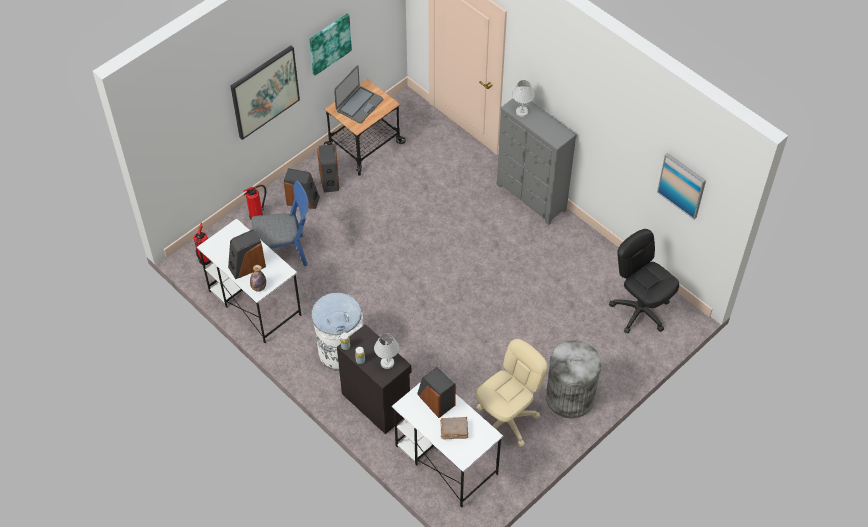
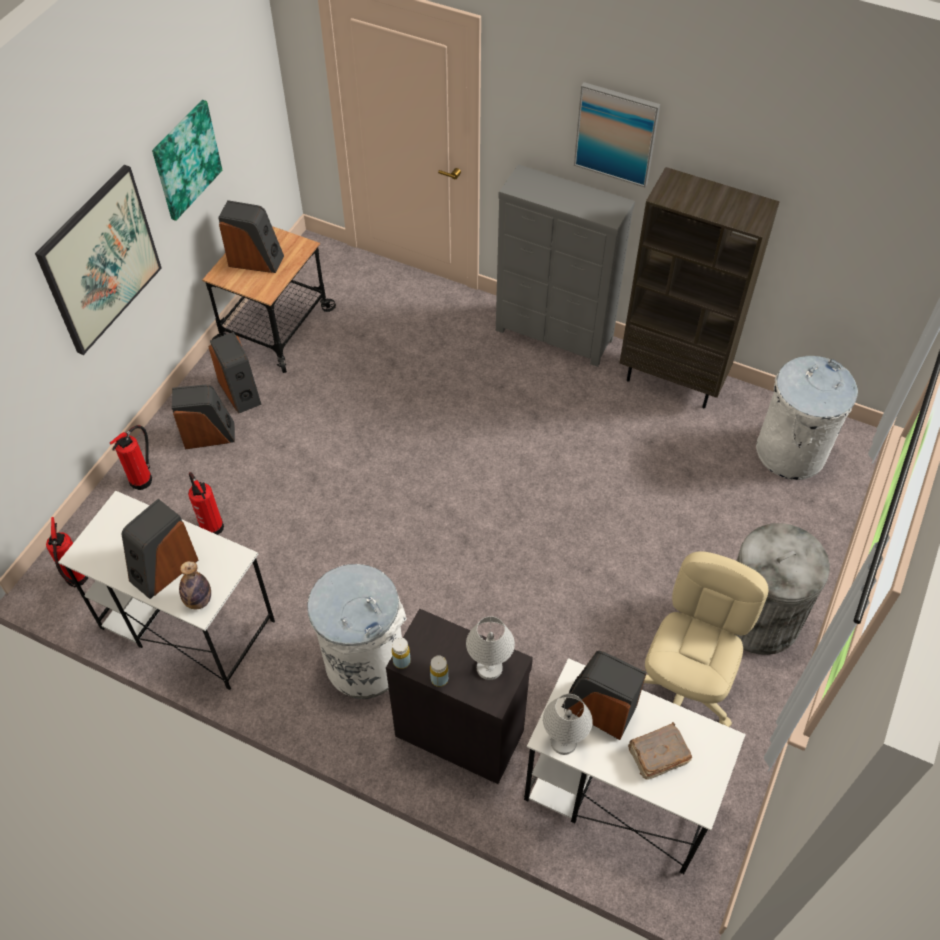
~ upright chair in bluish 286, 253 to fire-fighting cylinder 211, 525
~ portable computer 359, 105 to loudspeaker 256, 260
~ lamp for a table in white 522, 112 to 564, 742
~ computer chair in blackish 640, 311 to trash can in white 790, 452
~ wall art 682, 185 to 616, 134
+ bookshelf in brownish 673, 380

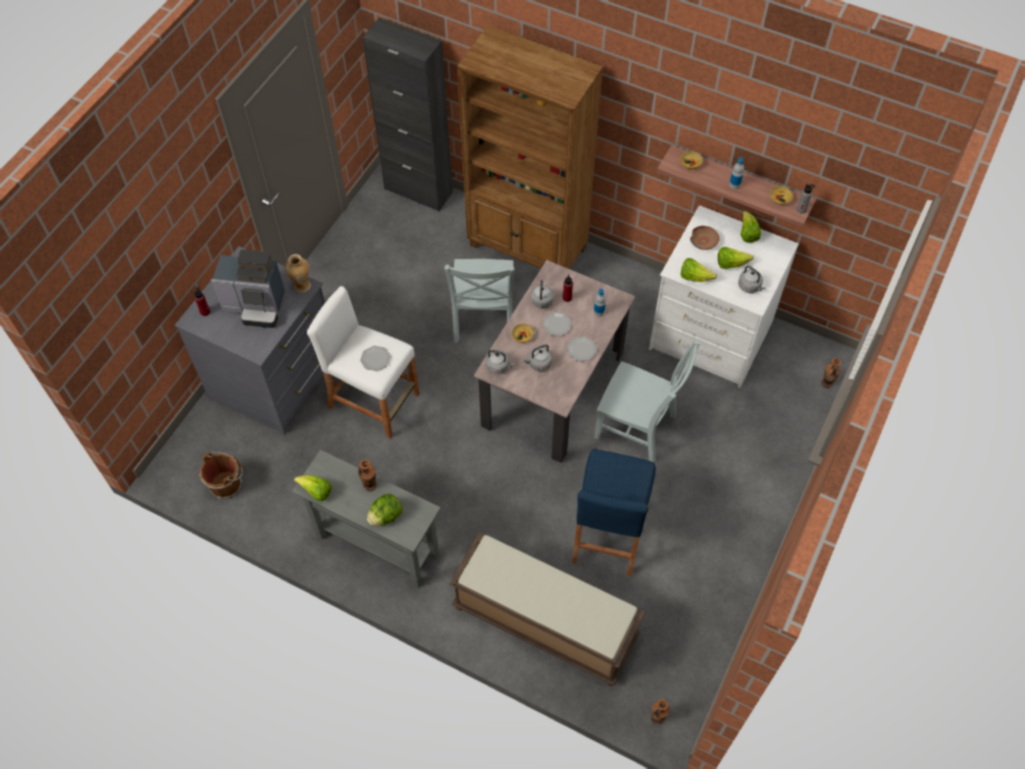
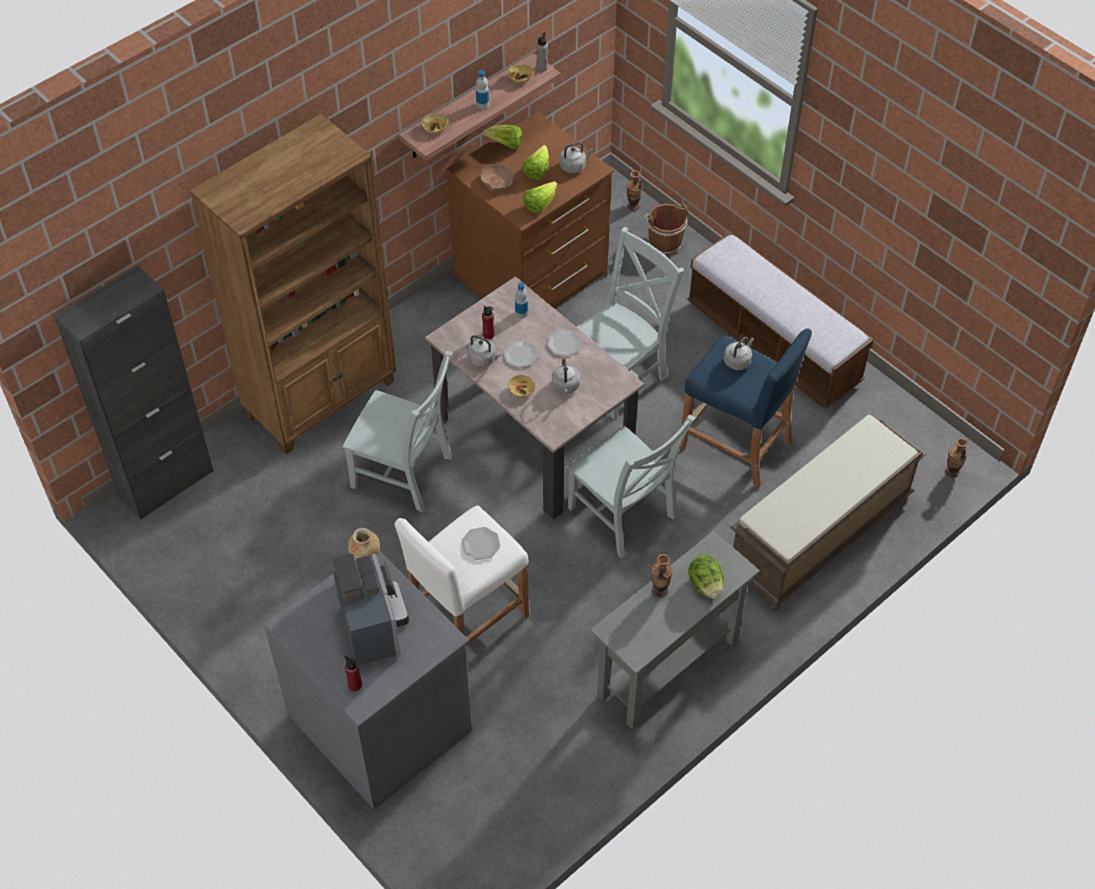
~ water bucket in brownish 227, 484 to 664, 242
~ coffee brewer 256, 306 = 374, 625 45 degrees counterclockwise
- head of lettuce 316, 492
~ tea kettle in greyish 499, 367 to 738, 361
~ chest of drawers in white 710, 337 to chest of drawers in brownish 532, 277
+ upright chair in greyish 624, 516
+ indoor bench 773, 344

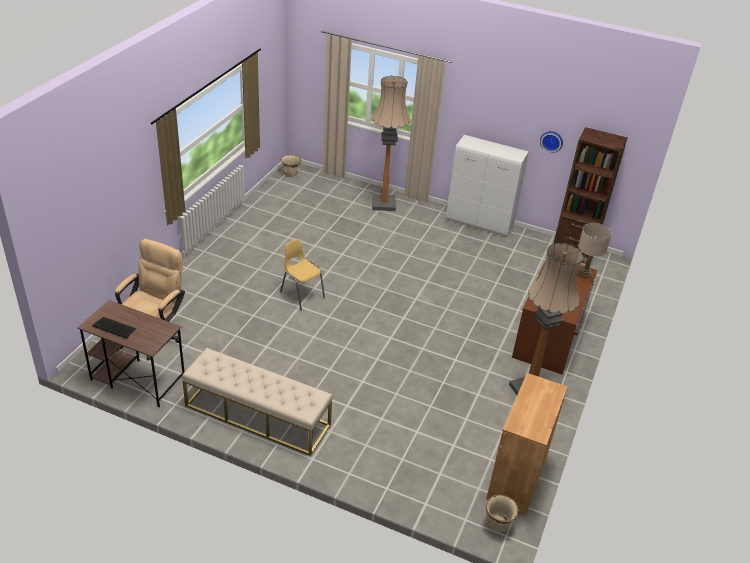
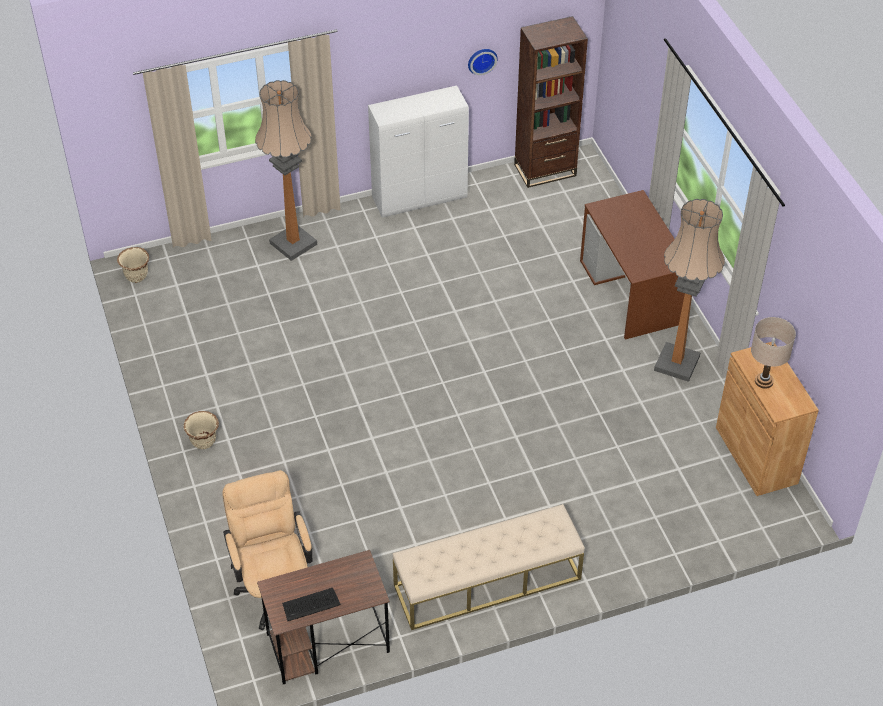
- upright chair in yellow-coloured 301, 295
~ planter in beige-coloured 498, 524 to 204, 441
~ lamp for a table in beige-coloured 585, 274 to 764, 381

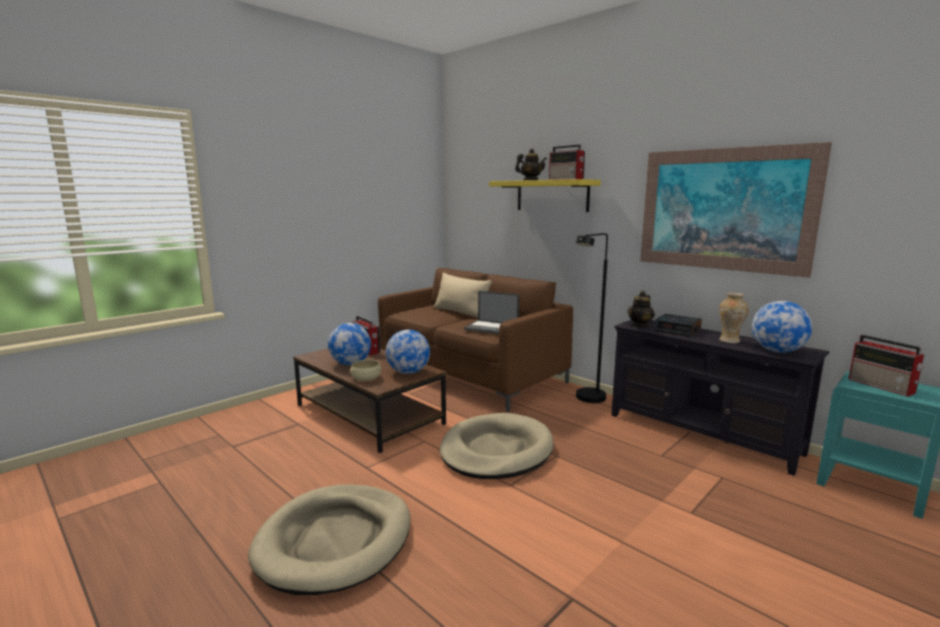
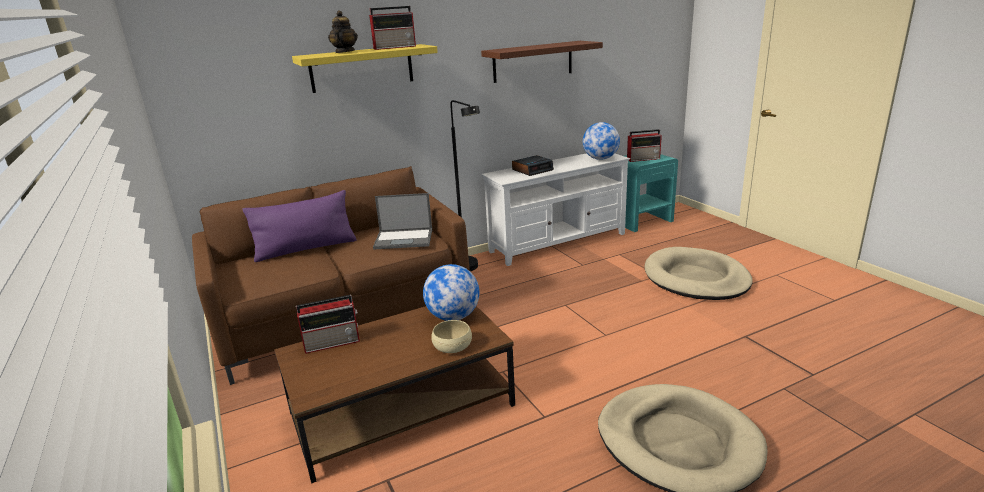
- globe 351, 364
~ cushion in beige-coloured 460, 312 to cushion in purple 306, 249
~ pet bed in beige-coloured 496, 451 to 696, 278
~ portable computer 492, 328 = 404, 239 45 degrees clockwise
~ tv unit in blackish 701, 434 to tv unit in white 557, 243
- pot for tea 640, 325
~ wall art 723, 209 to wall shelf in brownish 533, 61
- decorative vase 729, 341

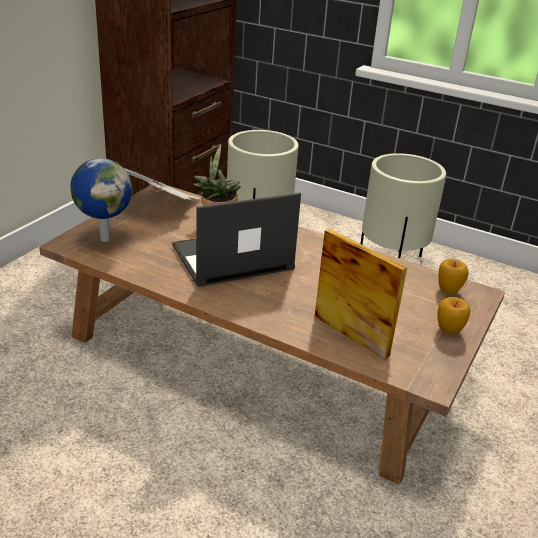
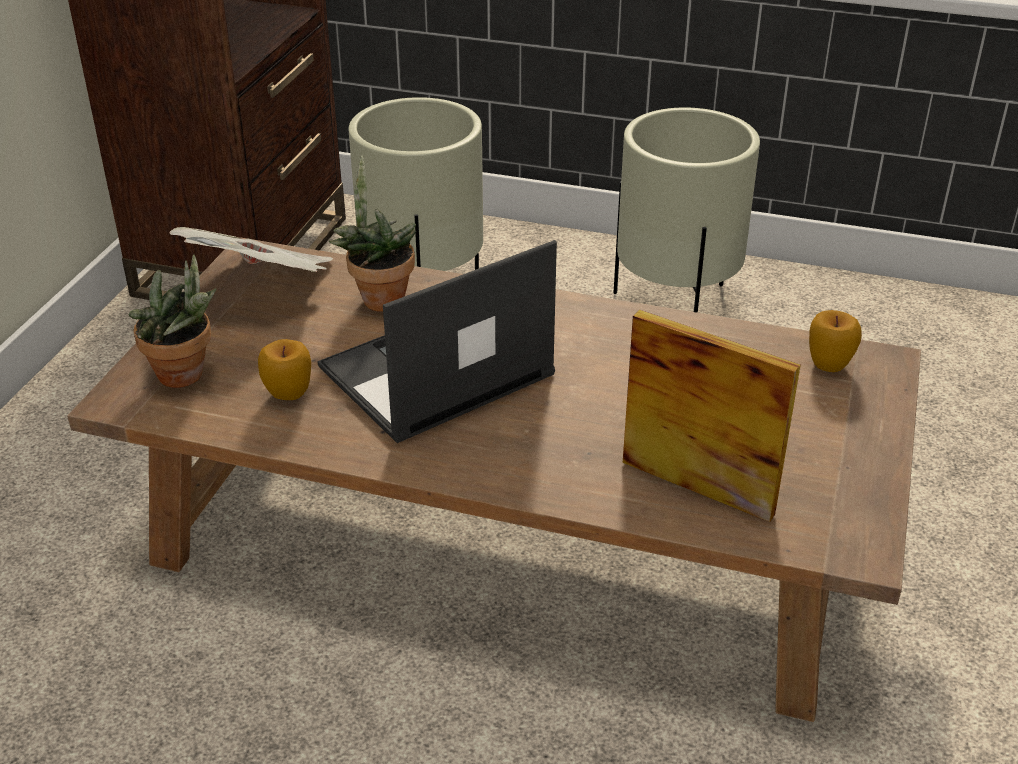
~ globe 105, 238 to plant in a pot 187, 376
~ apple 449, 330 to 288, 395

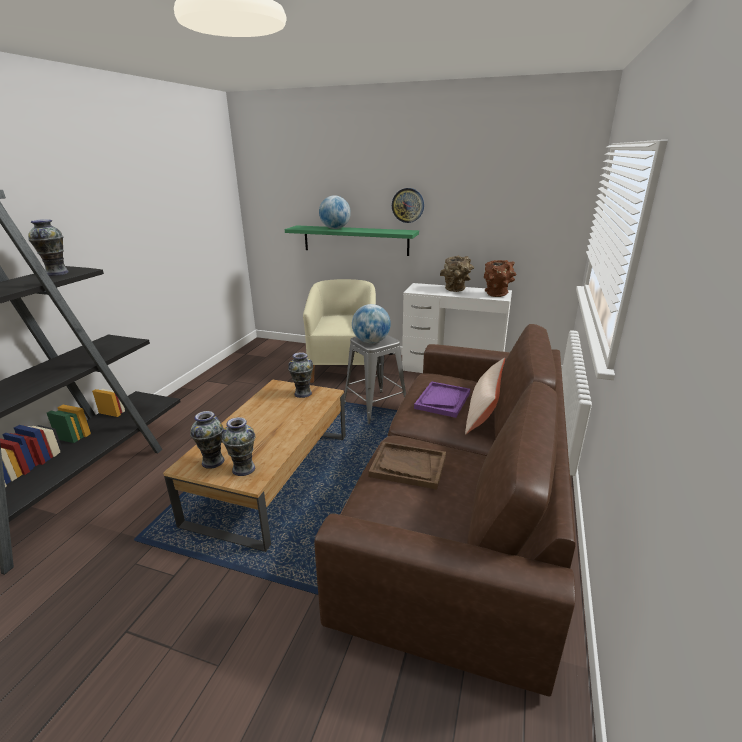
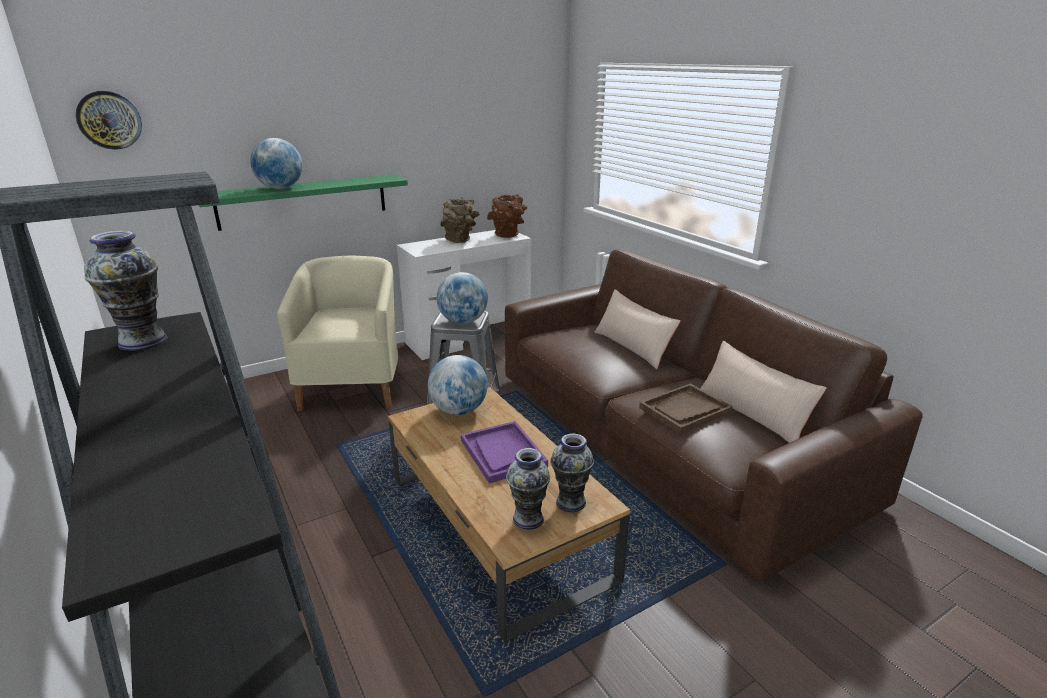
~ decorative vase 303, 393 to globe 459, 410
~ armchair in beige-coloured 344, 369 = 354, 386 45 degrees clockwise
~ hanging clock 408, 205 to 109, 120
~ carrying tray in purple 442, 400 to 502, 453
+ cushion in beige-coloured 752, 414

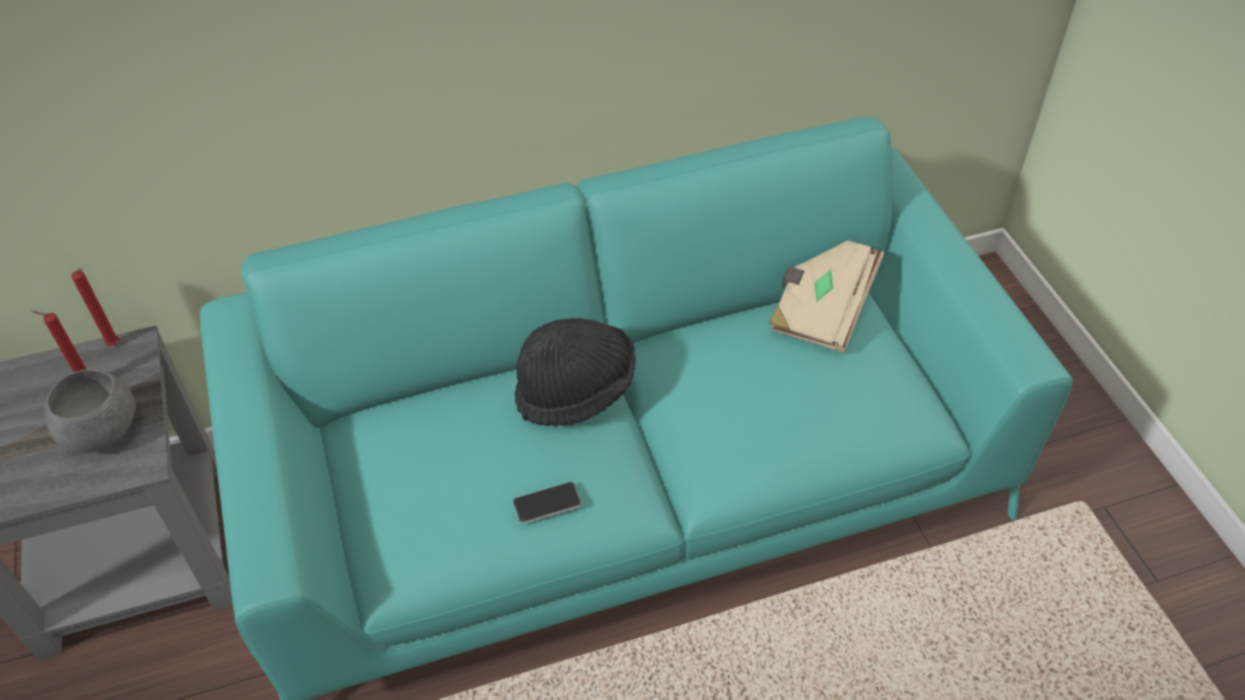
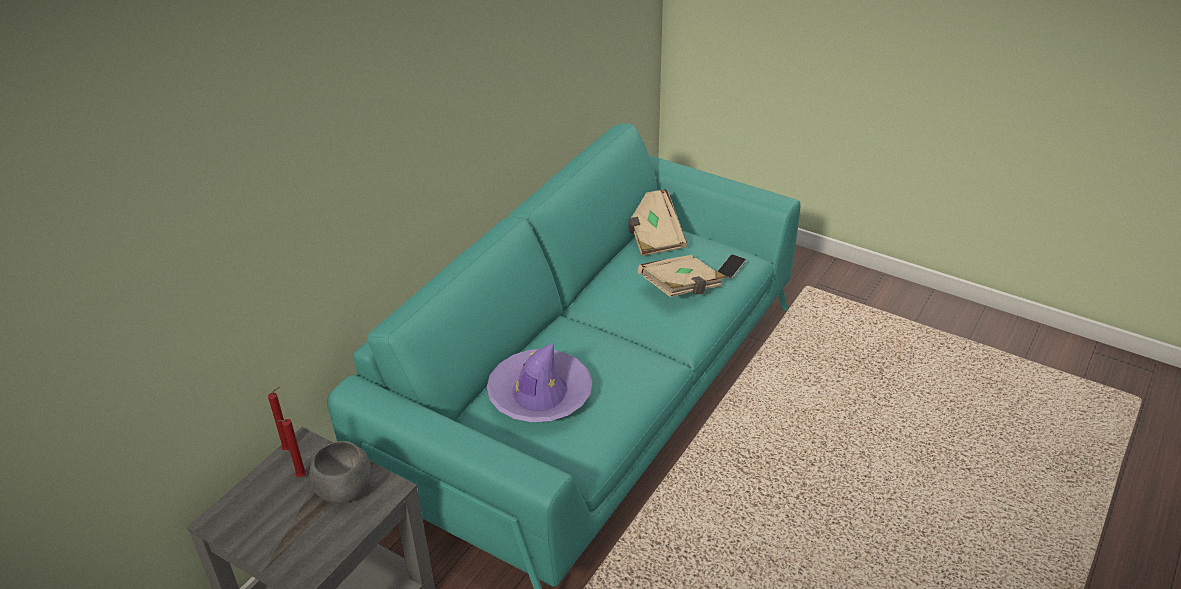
~ telephone 547, 503 to 731, 267
- clothing hat in blackish 576, 390
+ clothing hat in purple 540, 395
+ book in beige-coloured 681, 289

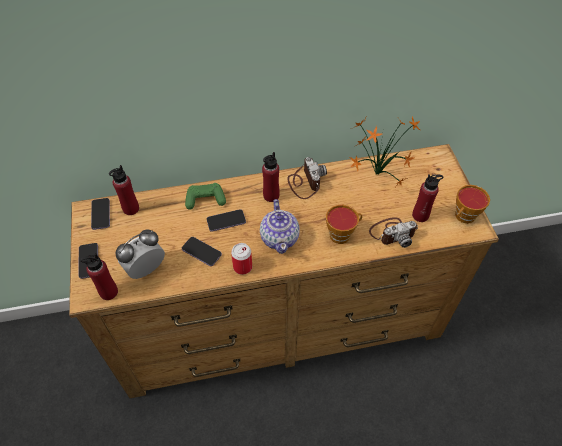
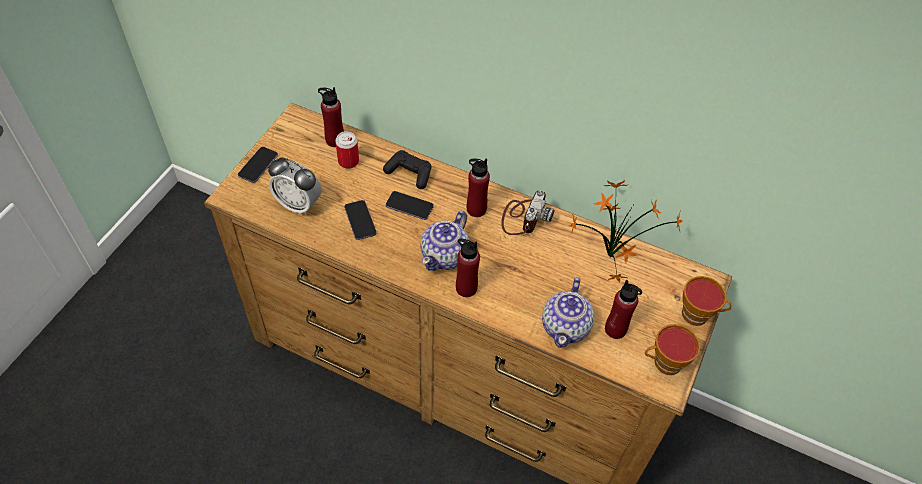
~ drink bottle in red-coloured 108, 292 to 466, 288
- telephone 101, 214
~ table clock 146, 269 = 298, 204 150 degrees counterclockwise
~ joypad in green 205, 199 to joypad in blackish 409, 173
~ sealed can 242, 267 to 348, 161
~ small cup 342, 234 to 698, 315
~ photo camera 392, 233 to pot for tea 566, 326

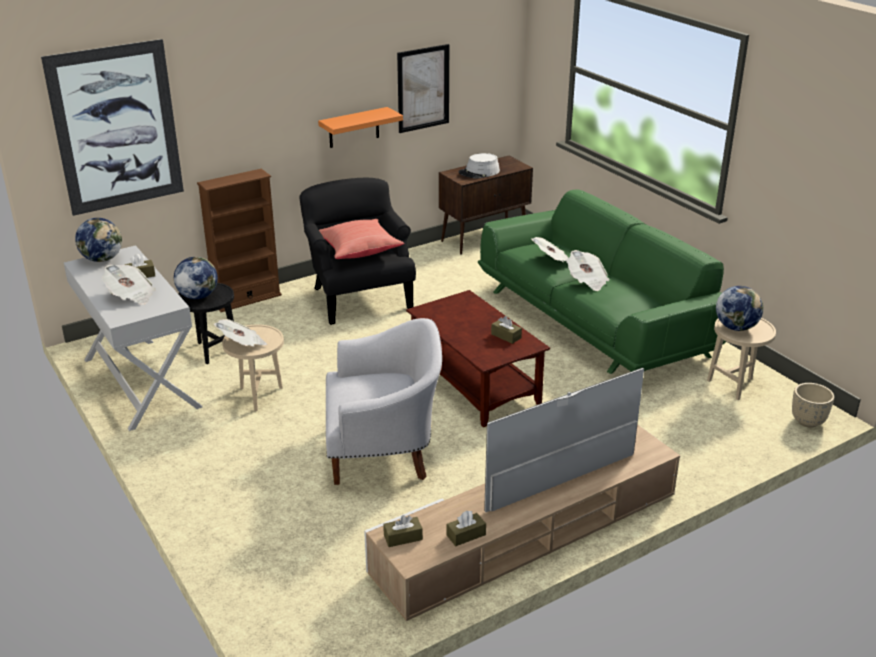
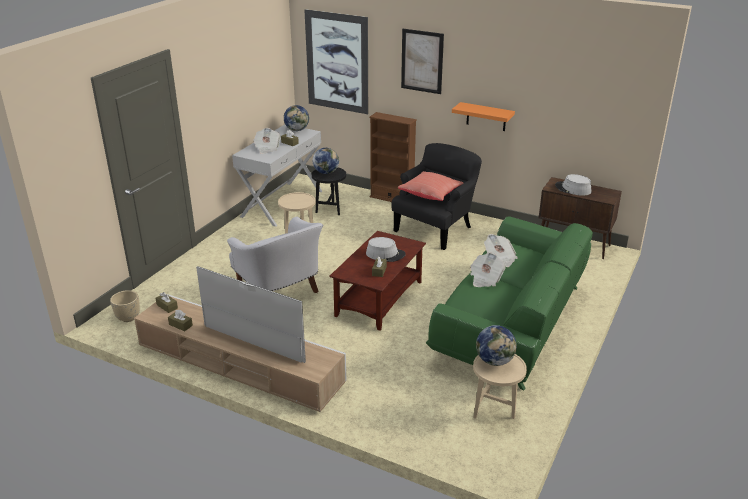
- newspaper 242, 345
~ wall art 423, 88 to 422, 61
~ planter in beige-coloured 807, 422 to 128, 318
+ clothing hat in greyish 385, 254

